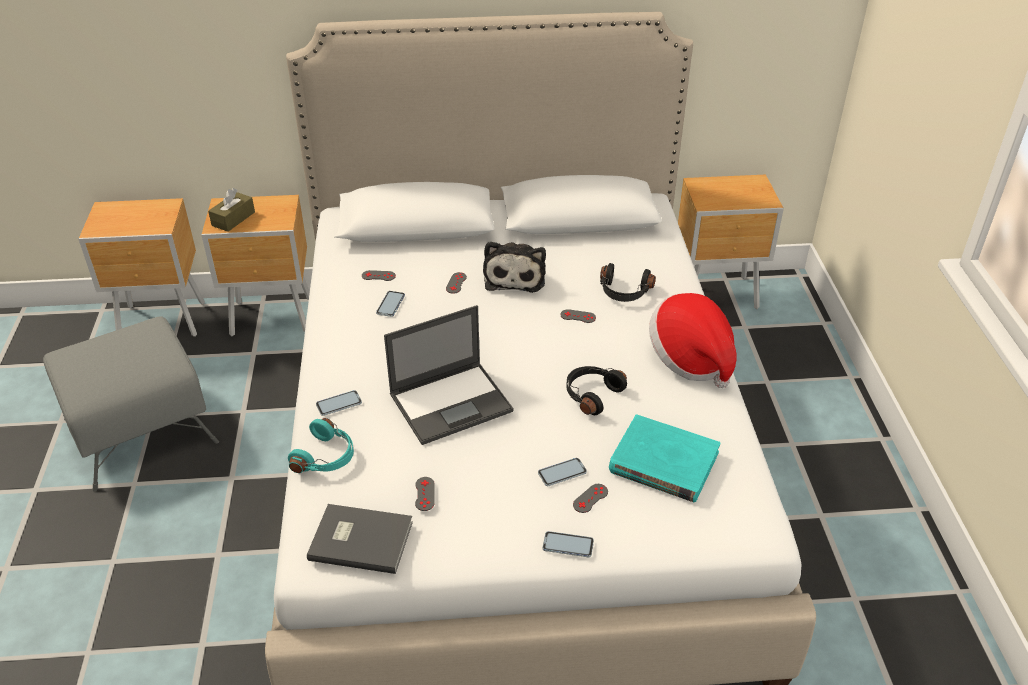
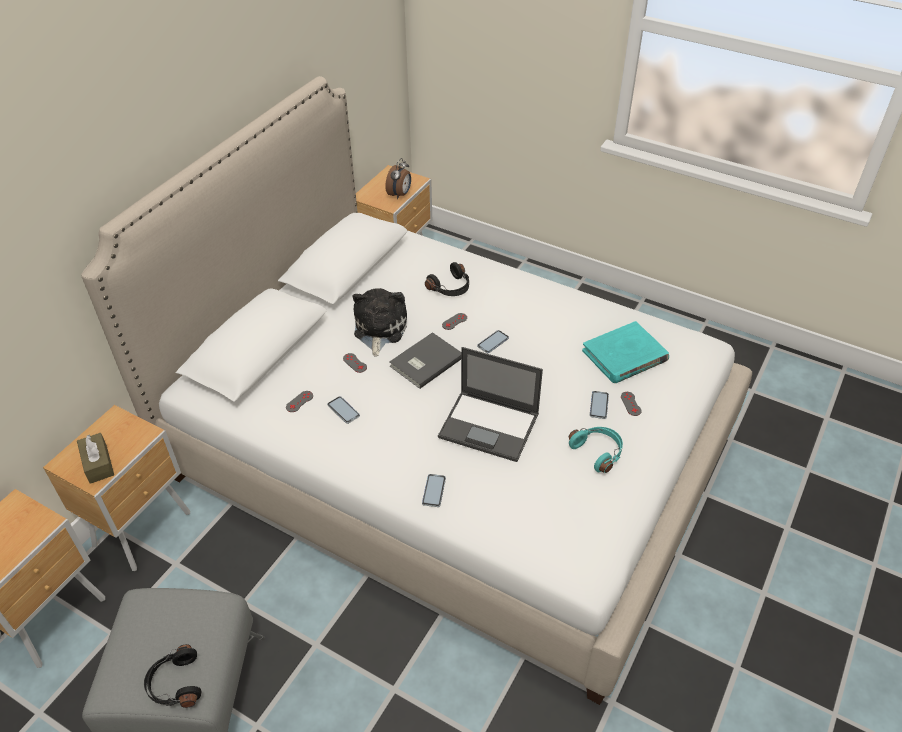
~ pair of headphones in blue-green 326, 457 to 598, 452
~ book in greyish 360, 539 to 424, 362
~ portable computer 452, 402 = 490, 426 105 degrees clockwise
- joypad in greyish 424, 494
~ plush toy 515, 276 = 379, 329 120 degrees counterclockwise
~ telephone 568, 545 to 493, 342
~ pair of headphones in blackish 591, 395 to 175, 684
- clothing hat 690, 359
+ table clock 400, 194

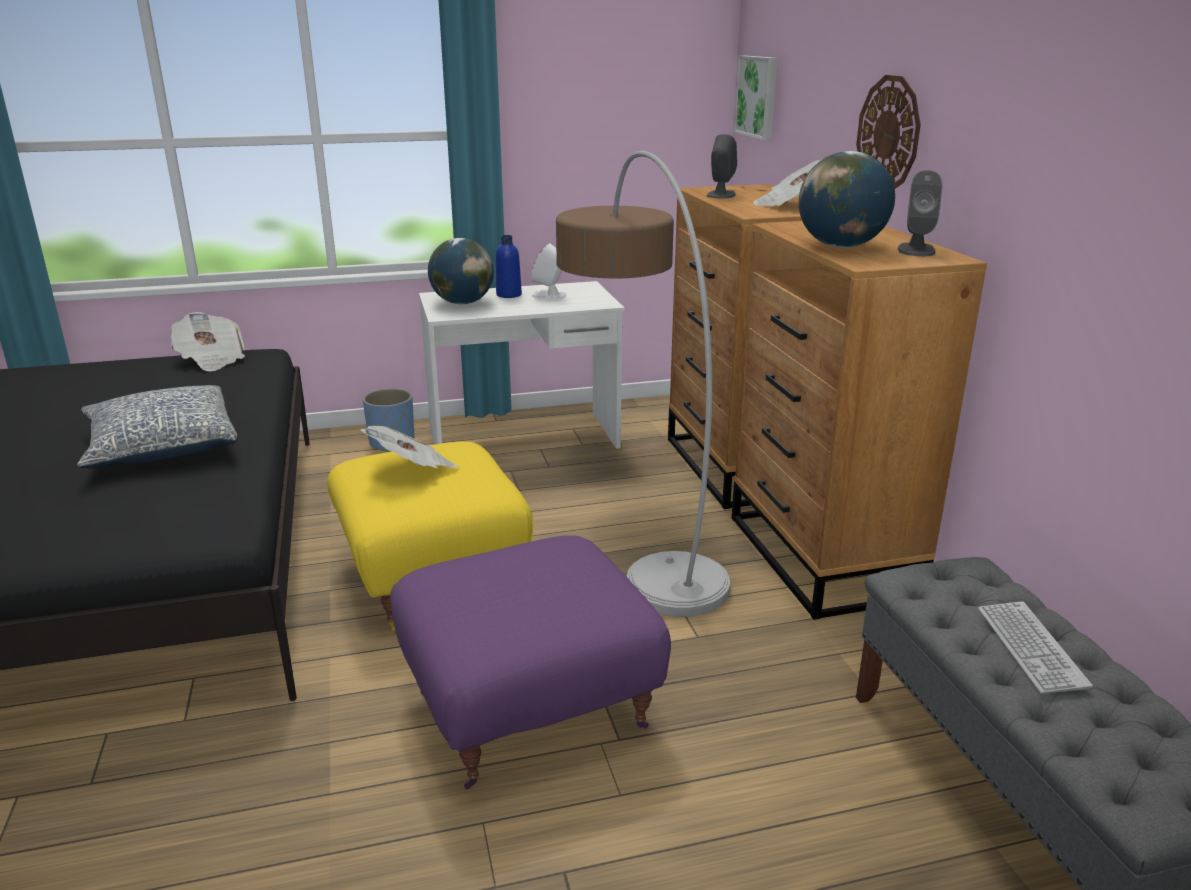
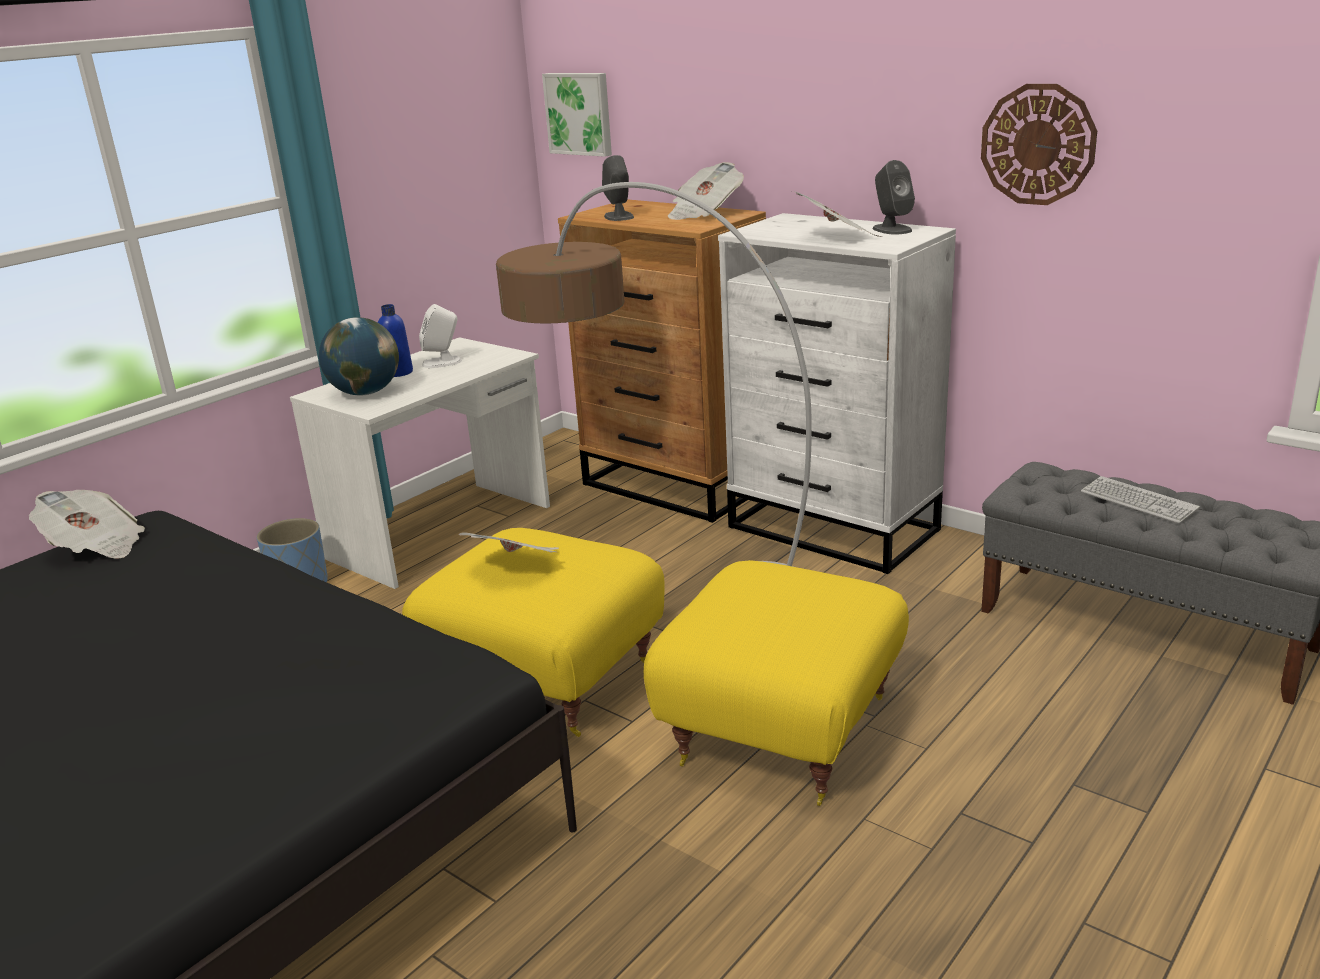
- cushion 161, 446
~ footrest in purple 531, 709 to footrest in yellow-coloured 783, 730
~ chest of drawers in brownish 821, 558 to chest of drawers in white 834, 529
~ globe 841, 246 to newspaper 836, 238
~ hanging clock 888, 134 to 1038, 144

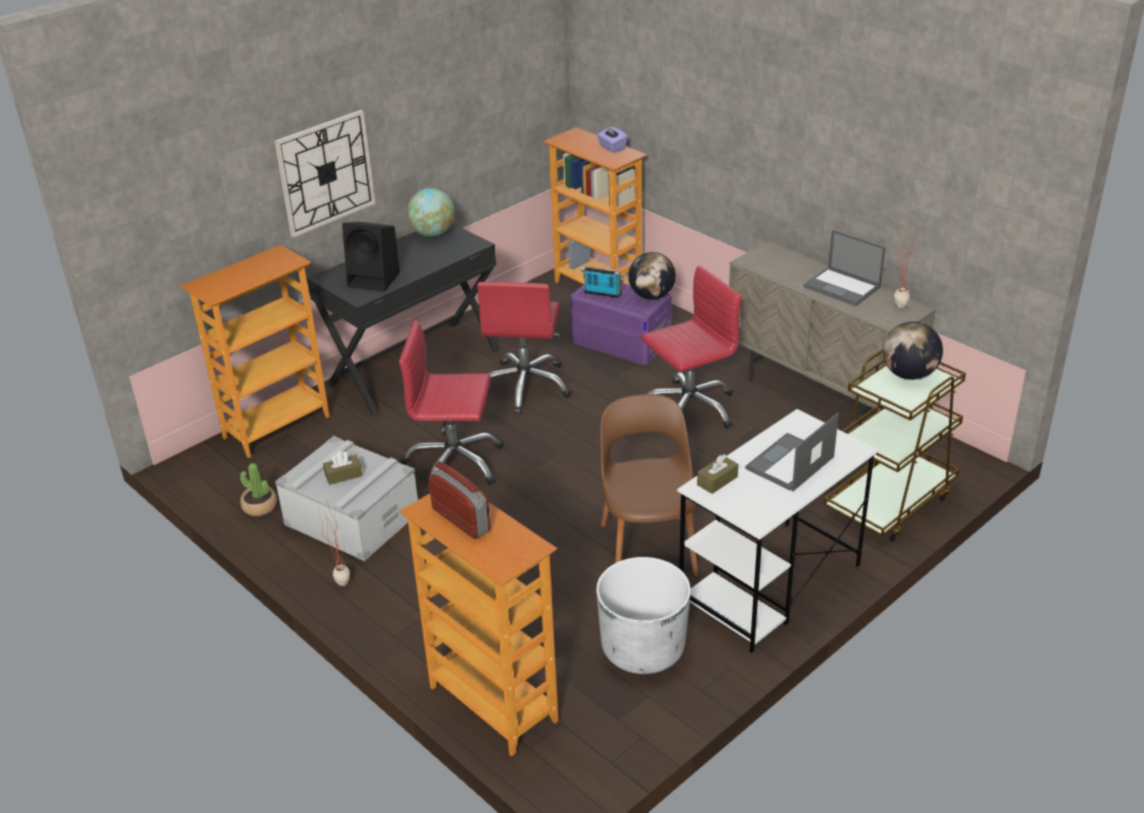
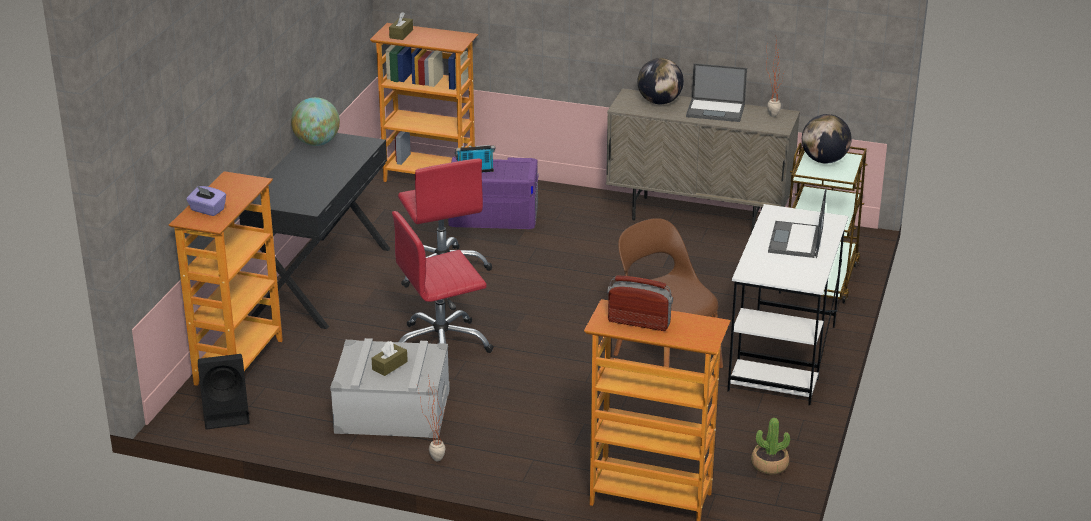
~ plant in a pot 259, 507 to 769, 465
- hanging clock 325, 172
~ loudspeaker in blackish 375, 279 to 227, 414
- planter in white 643, 648
~ tissue holder in purple 612, 147 to 207, 210
~ globe 651, 296 to 659, 102
- computer chair in red-coloured 689, 408
~ tissue holder in brownish 717, 481 to 401, 34

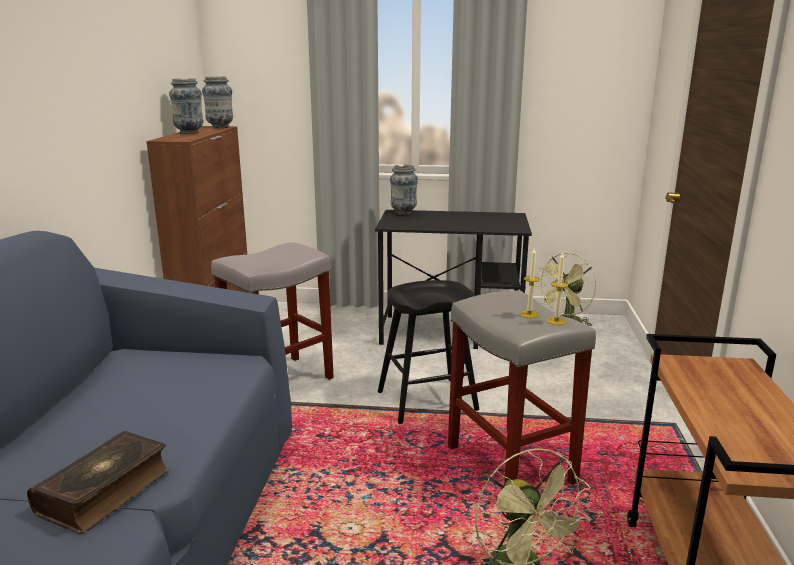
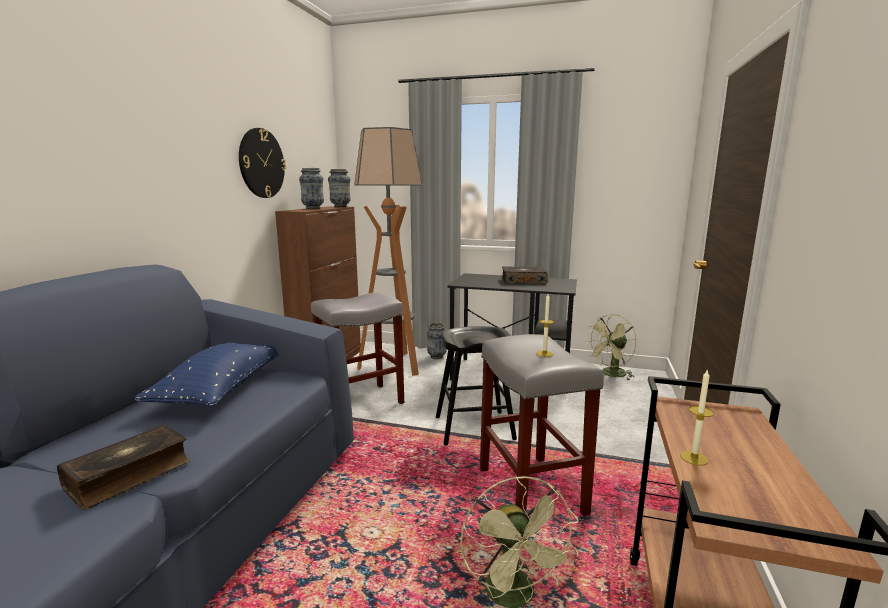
~ decorative vase 403, 212 to 436, 357
~ wax light 556, 321 to 694, 458
+ cushion in bluish 220, 390
+ hanging clock 261, 163
+ floor lamp 393, 365
+ book 523, 281

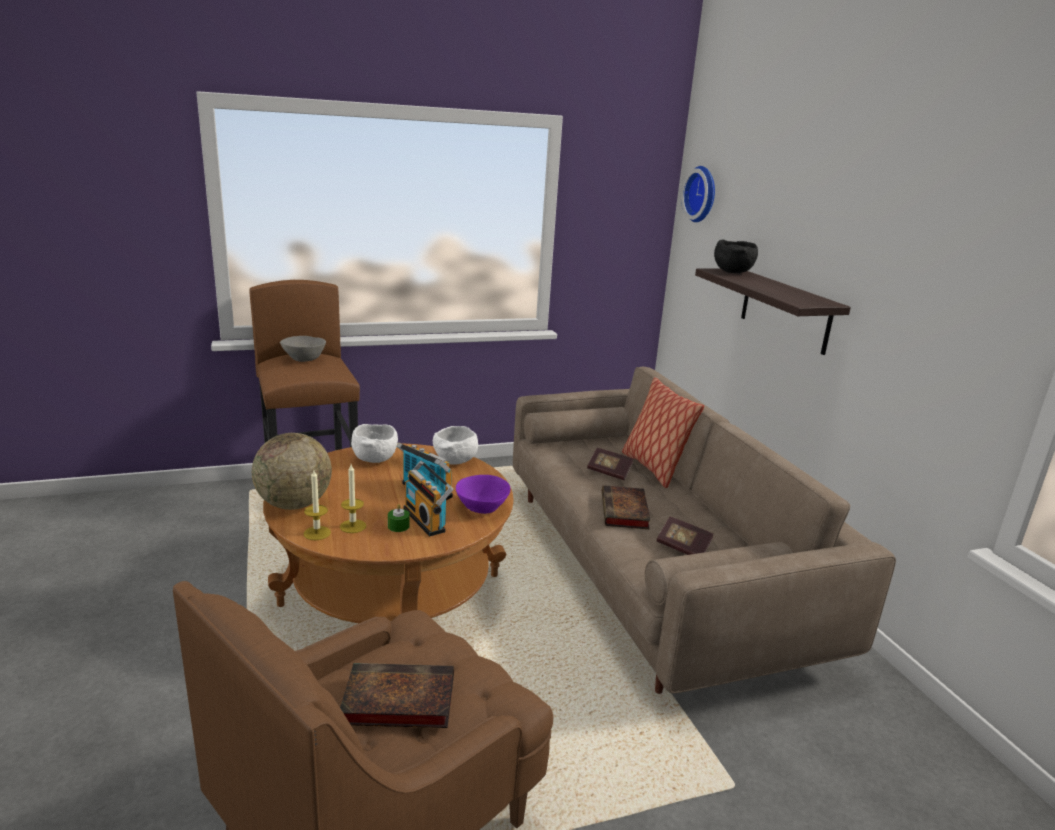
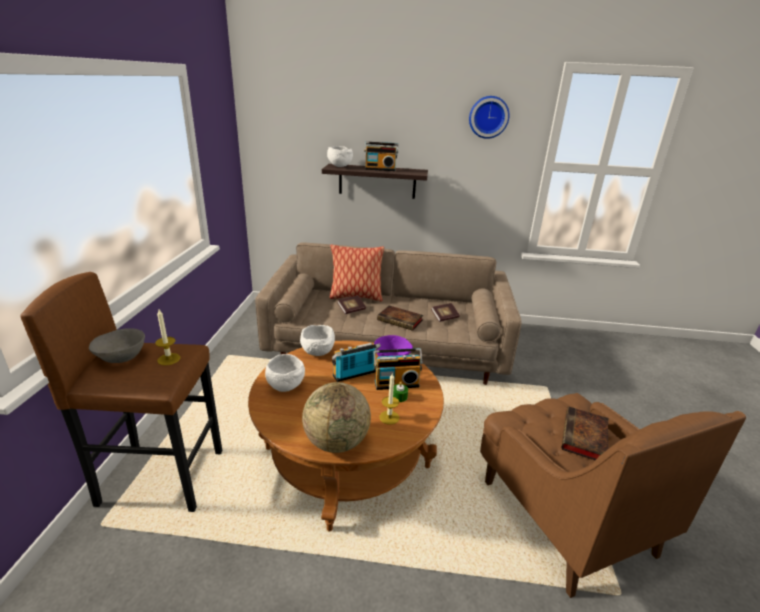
~ wax light 317, 533 to 169, 359
~ hanging clock 702, 194 to 488, 117
~ bowl in blackish 732, 272 to bowl in white 339, 166
+ radio receiver 380, 169

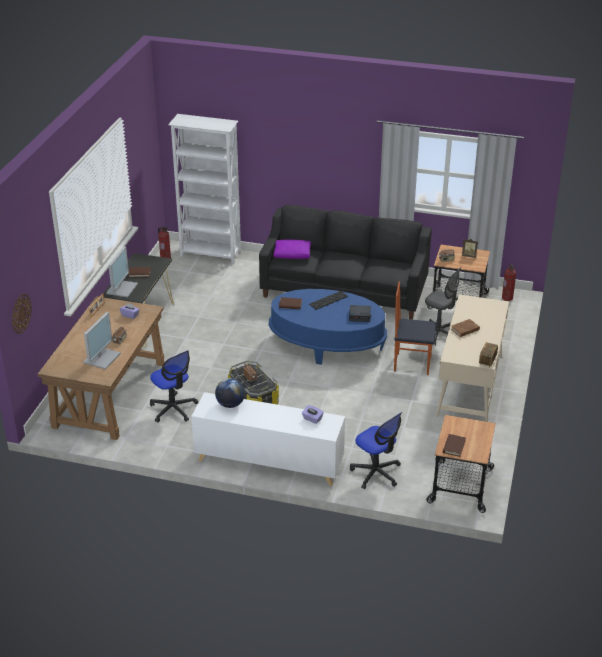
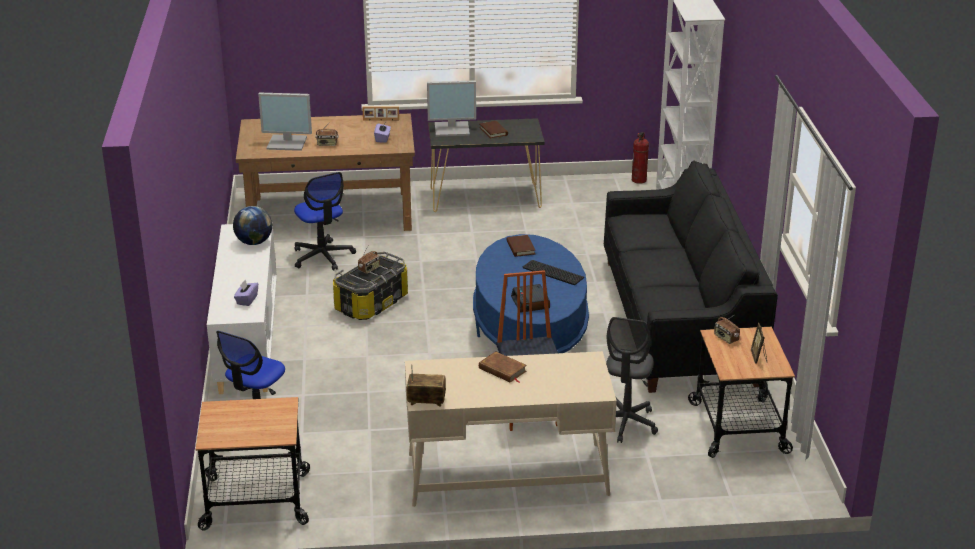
- hanging clock 21, 313
~ computer chair 173, 409 = 322, 256 60 degrees counterclockwise
- cushion in purple 292, 254
- book in brownish 454, 446
- fire-fighting cylinder 507, 298

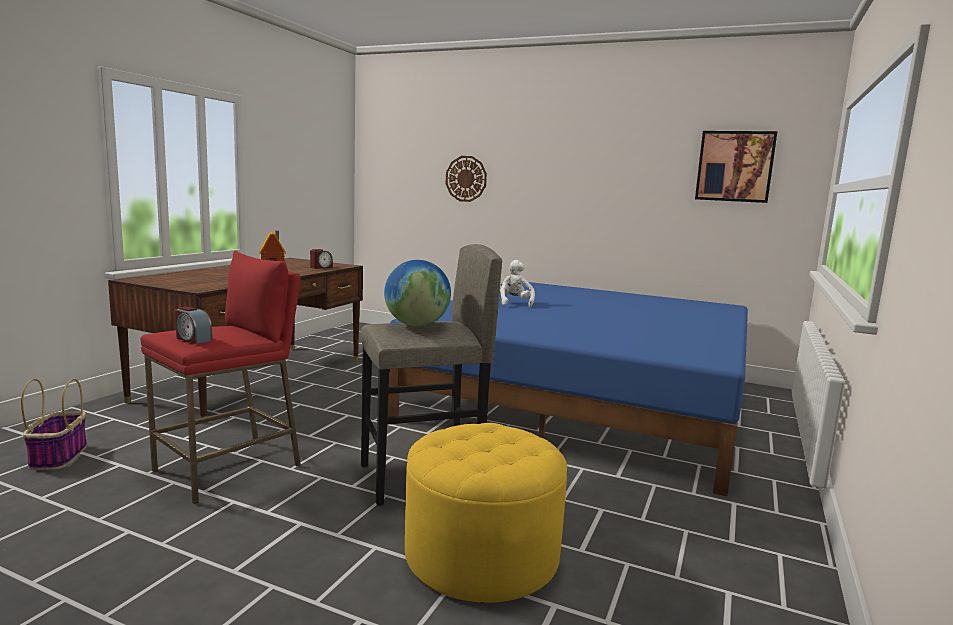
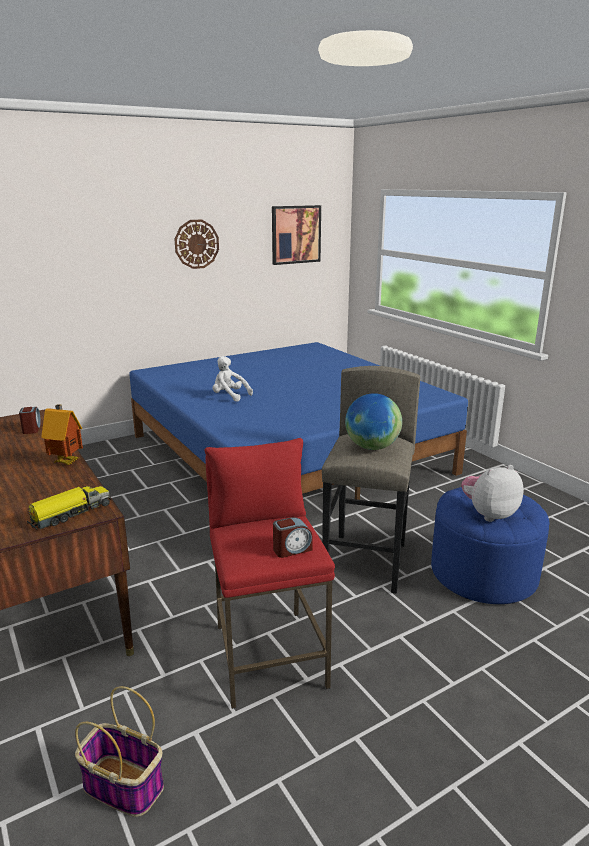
~ footrest in yellow-coloured 481, 555 to footrest in bluish 483, 573
~ hanging clock 466, 178 to 196, 244
+ model truck 70, 514
+ plush toy 488, 514

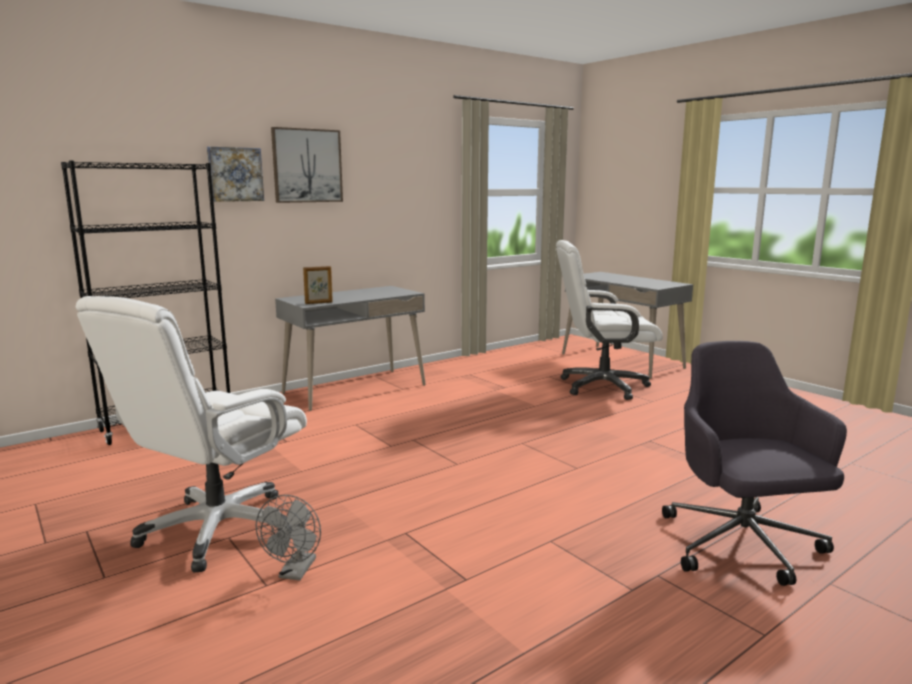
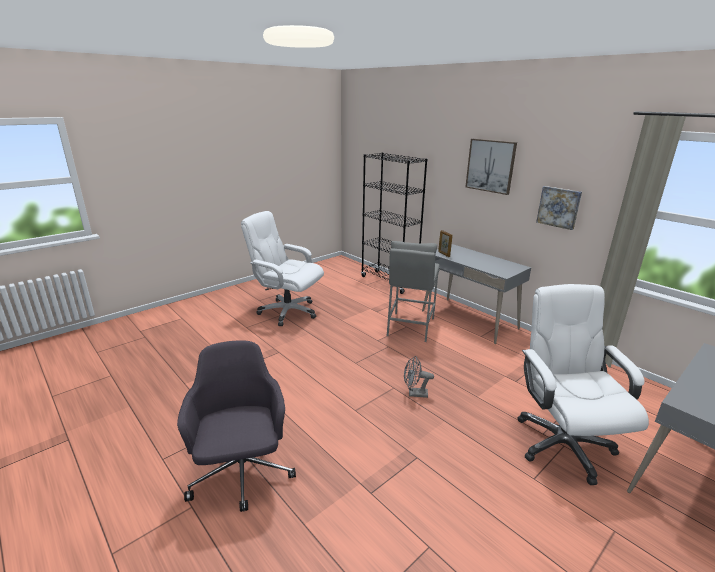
~ wall art 235, 174 to 559, 207
~ cooling fan in greyish 295, 572 to 414, 394
~ computer chair in greyish 742, 546 = 242, 473 90 degrees counterclockwise
+ stool seat in greyish 410, 327

